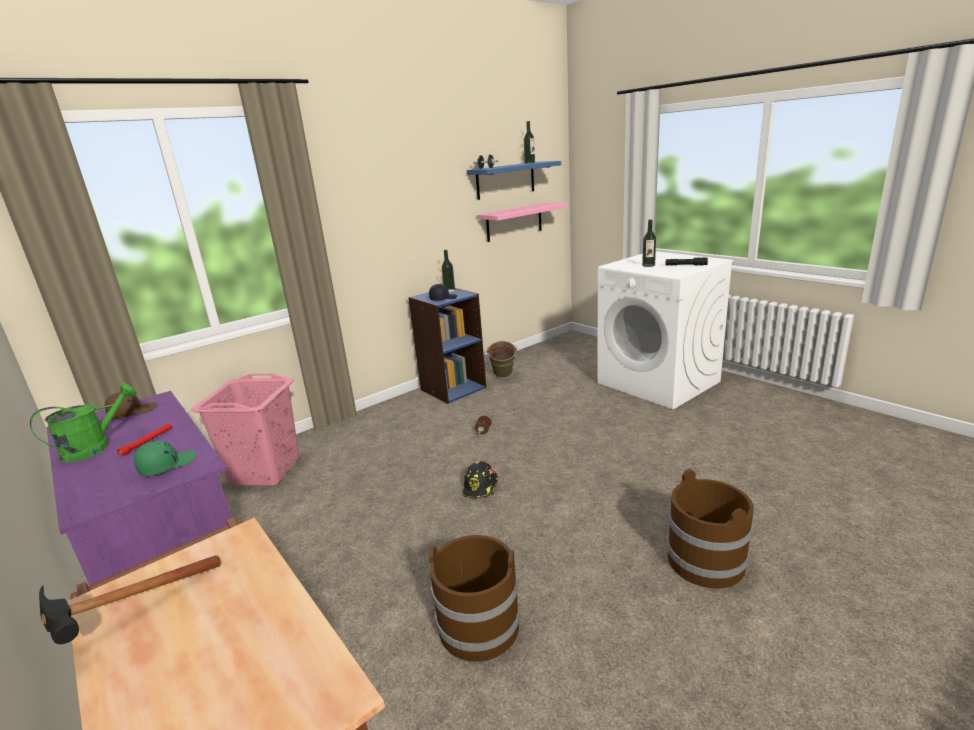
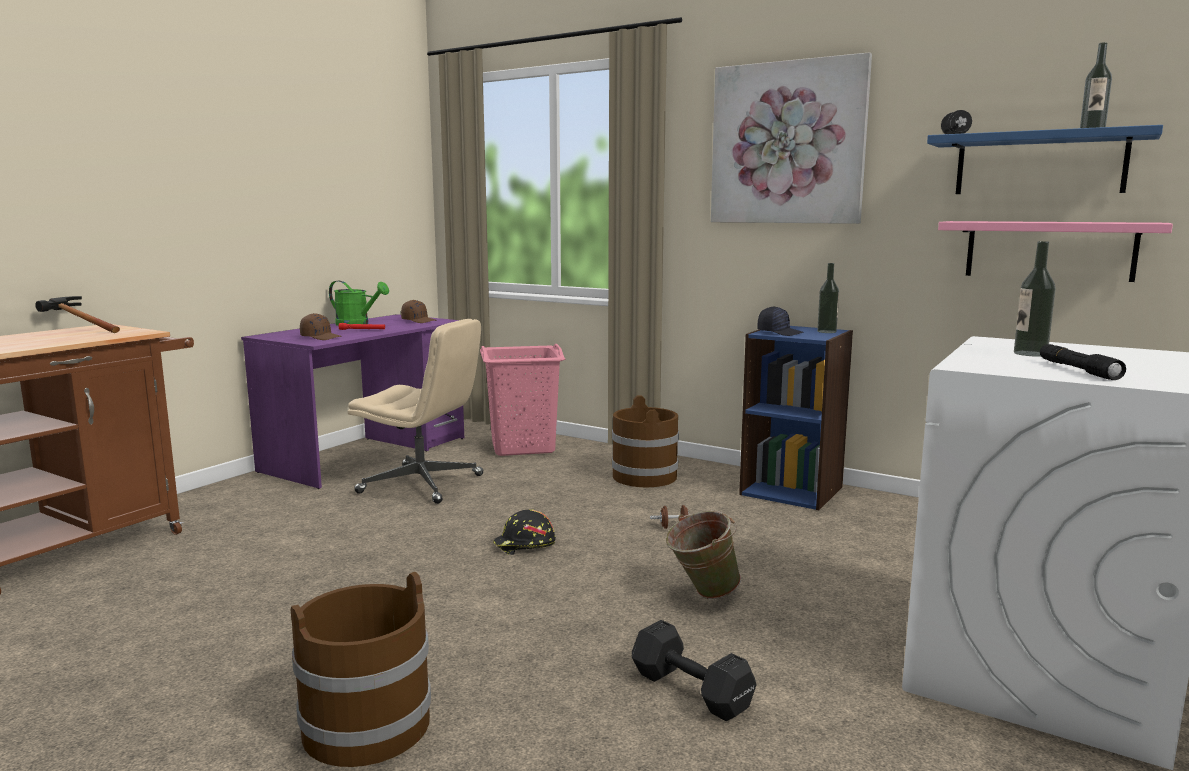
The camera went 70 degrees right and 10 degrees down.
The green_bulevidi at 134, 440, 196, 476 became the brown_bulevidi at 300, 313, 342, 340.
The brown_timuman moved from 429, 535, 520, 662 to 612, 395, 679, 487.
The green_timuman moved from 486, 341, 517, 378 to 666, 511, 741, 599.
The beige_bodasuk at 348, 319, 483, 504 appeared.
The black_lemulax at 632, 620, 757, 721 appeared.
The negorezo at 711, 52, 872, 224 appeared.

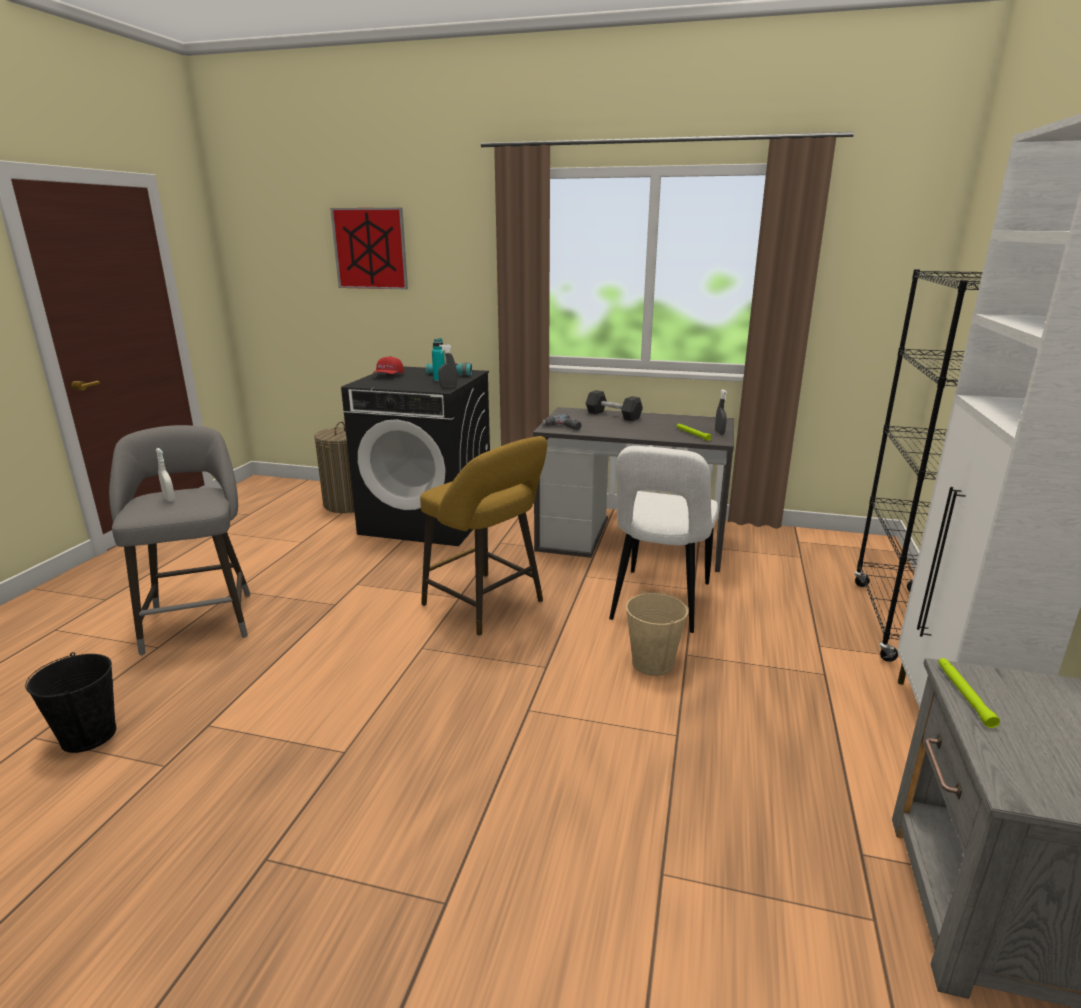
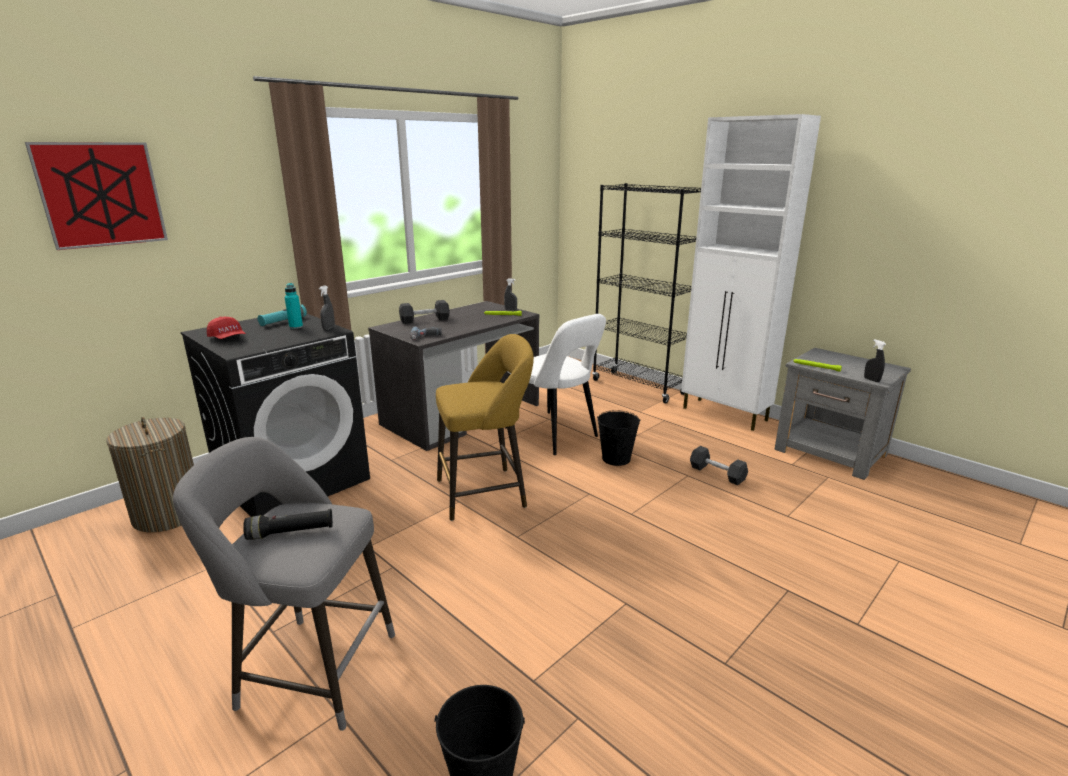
The camera went 60 degrees left and 0 degrees up.
The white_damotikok at 156, 448, 175, 502 was replaced by the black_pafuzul at 243, 509, 333, 540.
The beige_timuman at 626, 591, 689, 676 became the black_timuman at 597, 410, 640, 466.
The black_lemulax at 690, 446, 748, 485 appeared.
The black_damotikok at 864, 339, 886, 382 appeared.

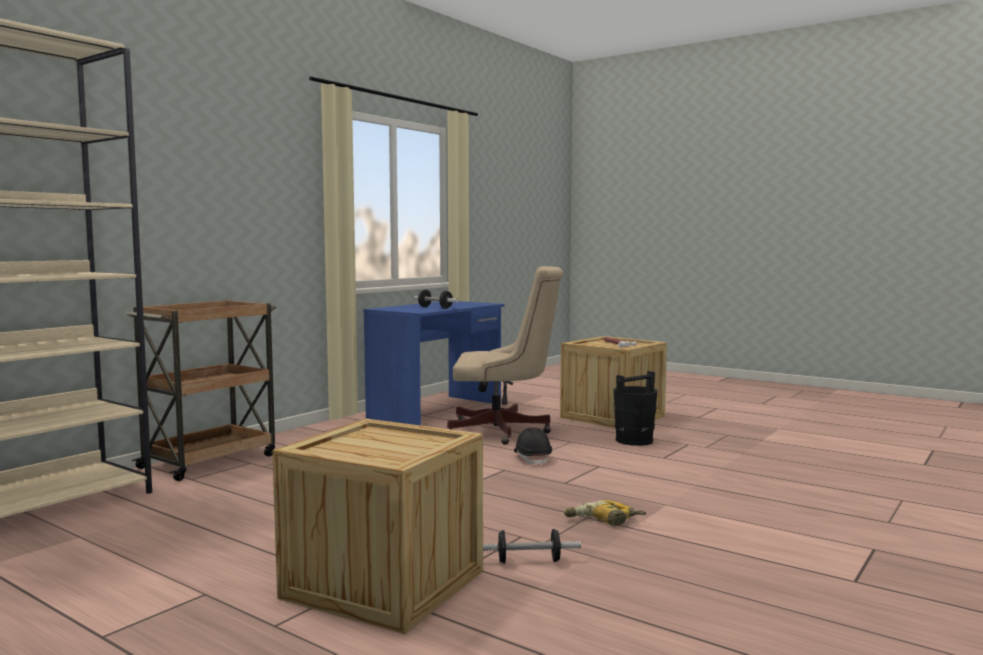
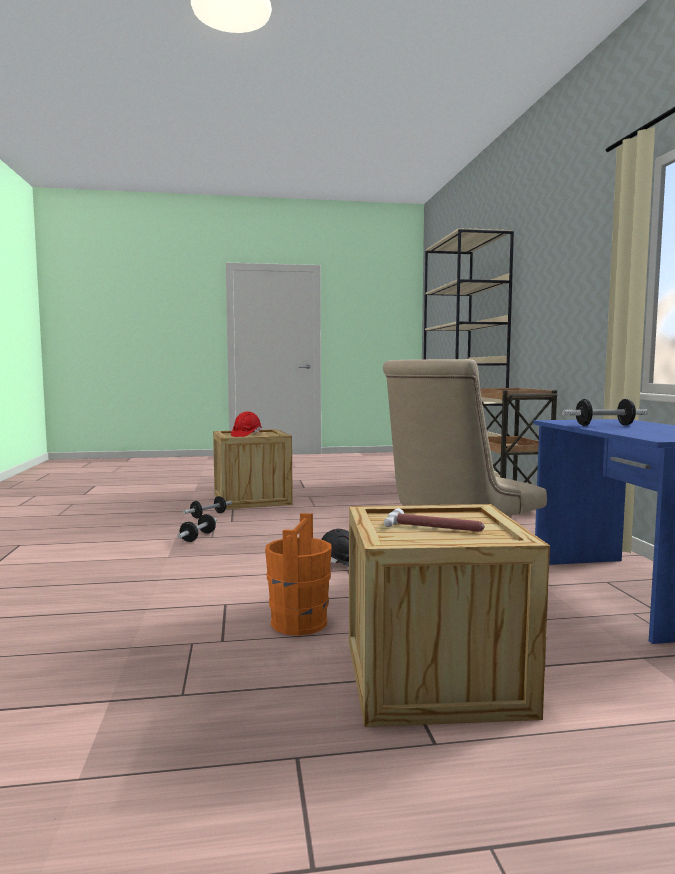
The camera went 135 degrees right and 0 degrees up.
The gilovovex at 564, 500, 646, 526 was replaced by the lemulax at 177, 514, 217, 542.
The black_timuman at 614, 371, 658, 446 became the orange_timuman at 265, 513, 332, 636.
The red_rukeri at 231, 412, 262, 437 appeared.

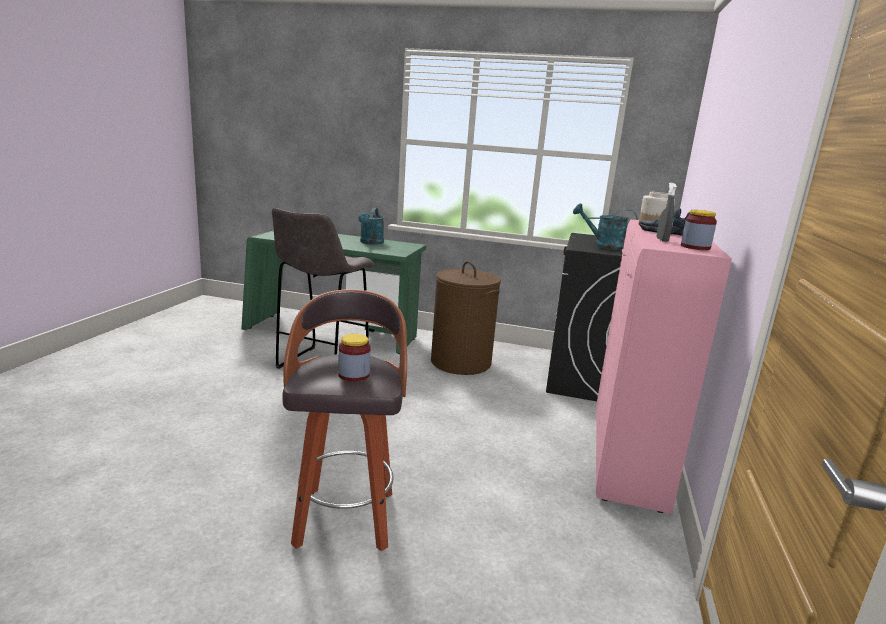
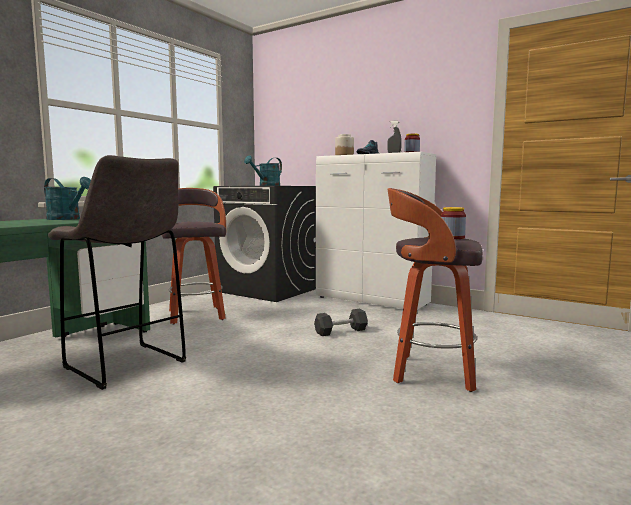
The camera went 70 degrees left and 10 degrees down.
The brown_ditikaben at 431, 261, 501, 375 was replaced by the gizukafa at 162, 188, 226, 325.
The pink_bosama at 596, 219, 732, 514 became the white_bosama at 316, 152, 436, 310.
The black_lemulax at 314, 309, 368, 336 appeared.

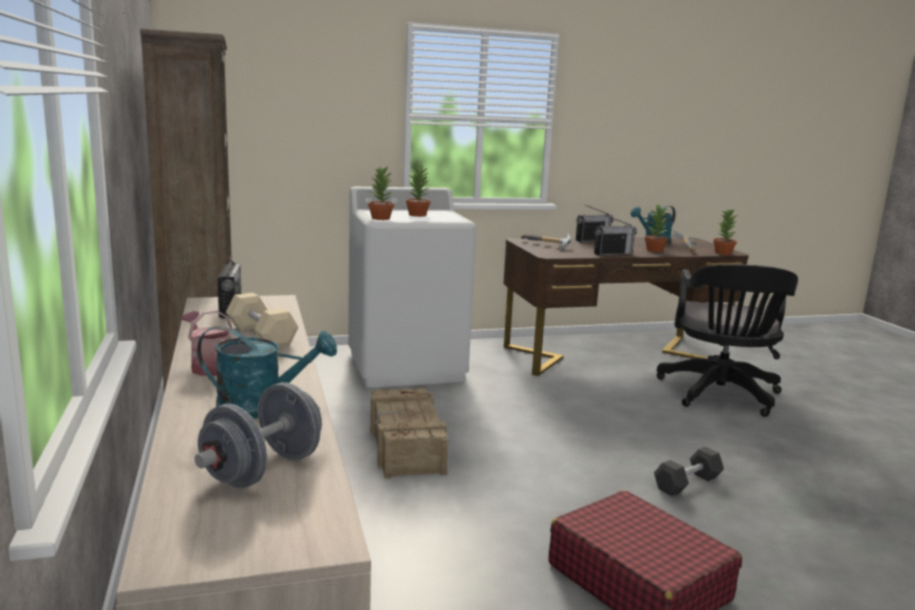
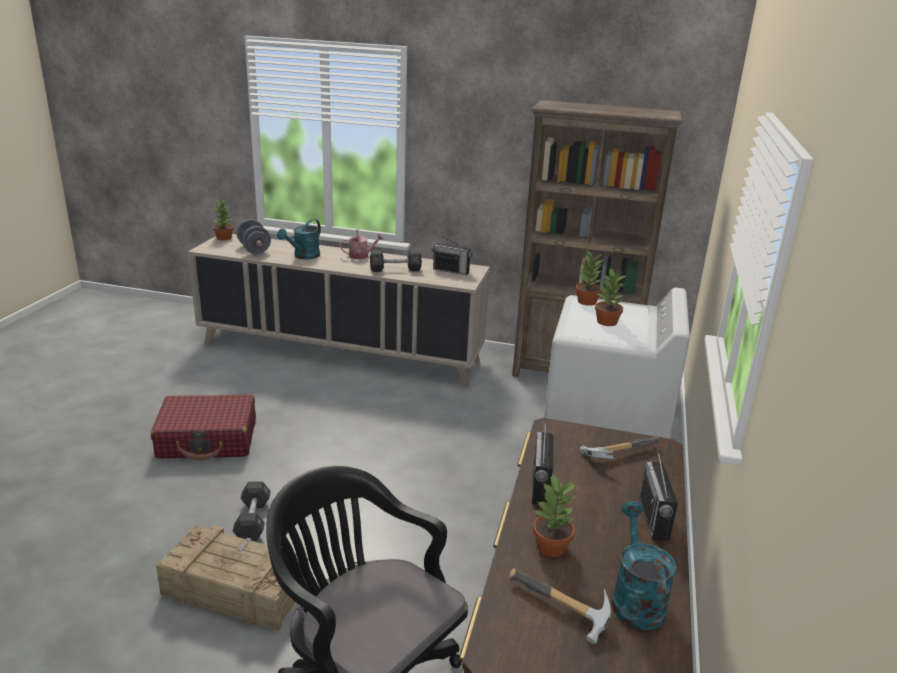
The camera went 120 degrees right and 10 degrees up.
The beige_lemulax at 226, 293, 299, 347 became the black_lemulax at 370, 250, 422, 272.
The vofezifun moved from 370, 388, 448, 479 to 156, 525, 308, 632.
The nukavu moved from 713, 209, 738, 255 to 213, 199, 234, 240.

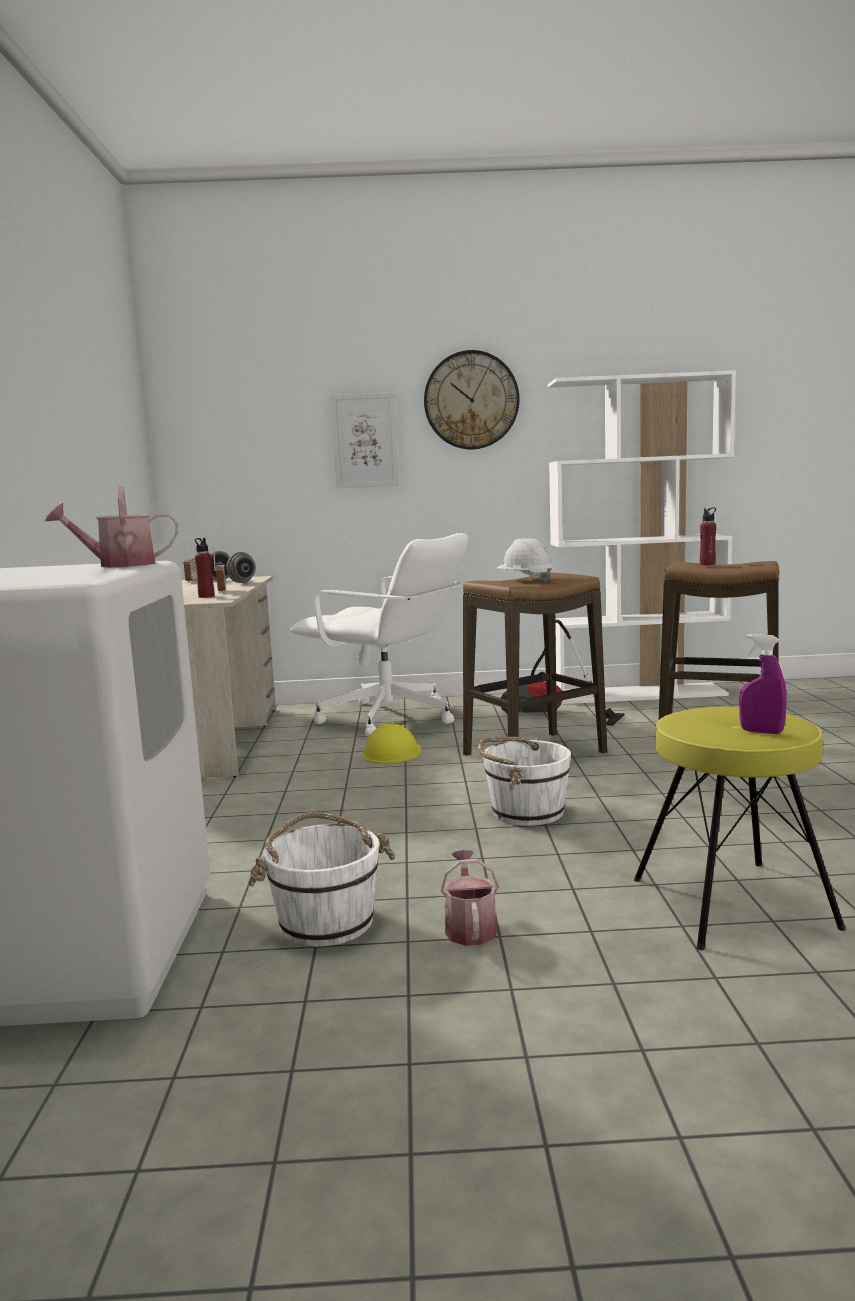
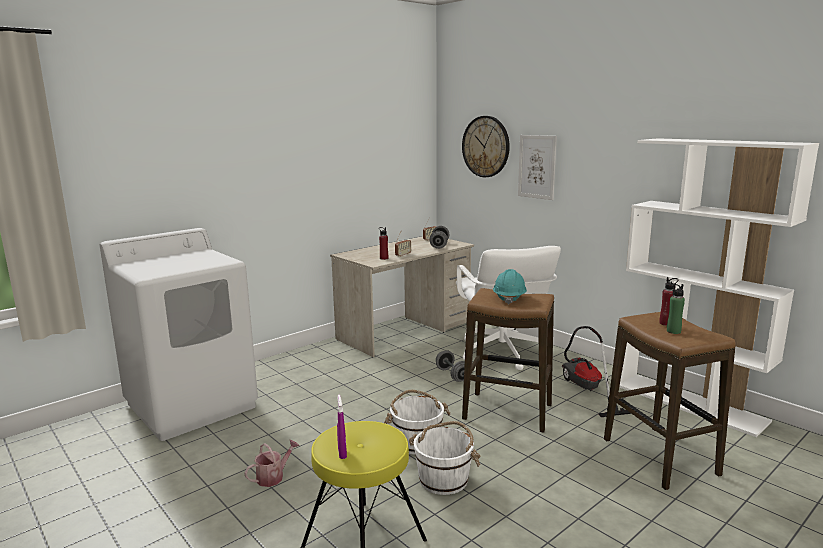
The camera went 50 degrees right and 5 degrees up.
The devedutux at 45, 486, 179, 567 disappeared.
The white_timuman moved from 248, 812, 395, 947 to 409, 421, 481, 495.
The yellow_rukeri at 362, 723, 421, 764 was replaced by the grey_lemulax at 436, 350, 465, 382.
The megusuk moved from 424, 350, 519, 449 to 462, 116, 510, 177.
The white_rukeri at 496, 538, 554, 582 became the turquoise_rukeri at 493, 269, 527, 304.
The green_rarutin at 667, 284, 685, 334 appeared.

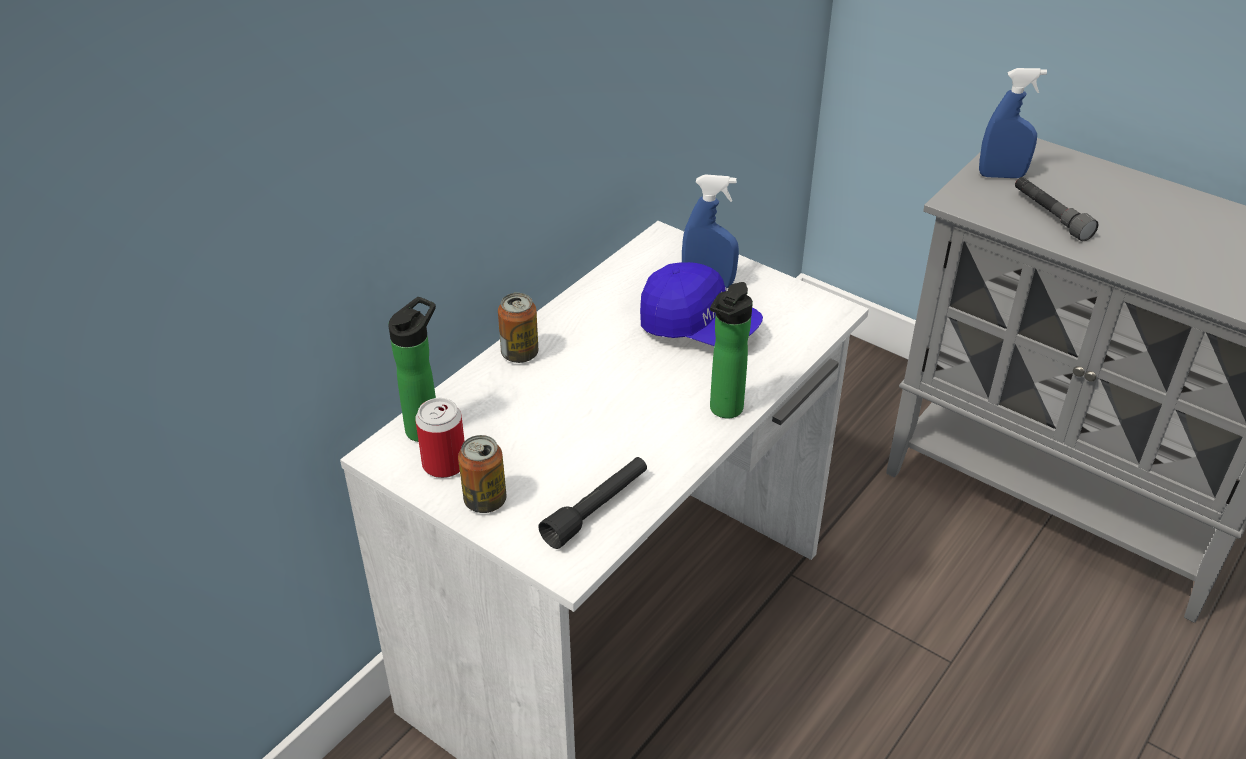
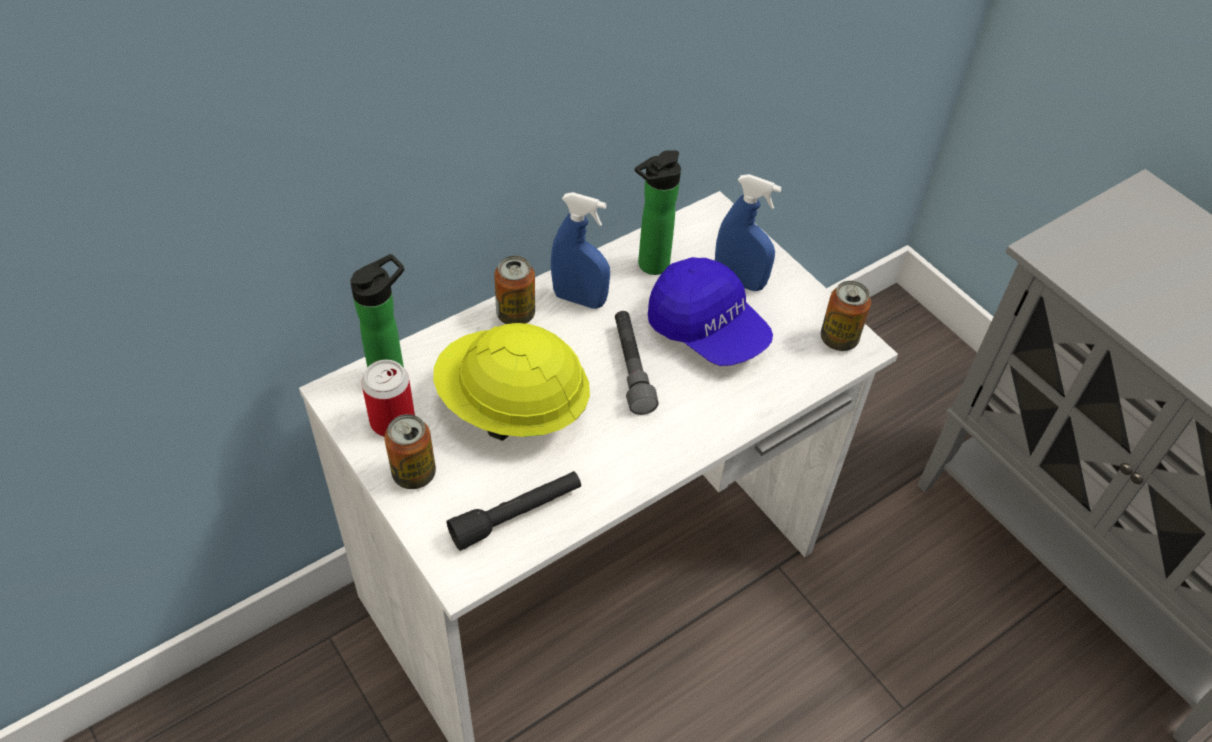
The camera went 15 degrees right and 10 degrees up.
The rarutin moved from 710, 282, 753, 418 to 635, 150, 681, 275.
The blue_damotikok moved from 979, 68, 1047, 178 to 551, 192, 610, 309.
The grey_pafuzul moved from 1015, 177, 1098, 241 to 615, 311, 658, 415.
The yellow_rukeri at 433, 323, 590, 441 appeared.
The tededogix at 821, 281, 871, 351 appeared.

